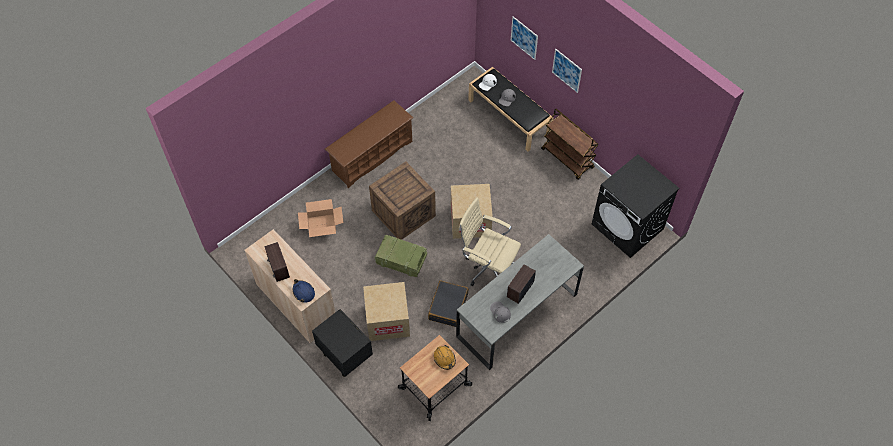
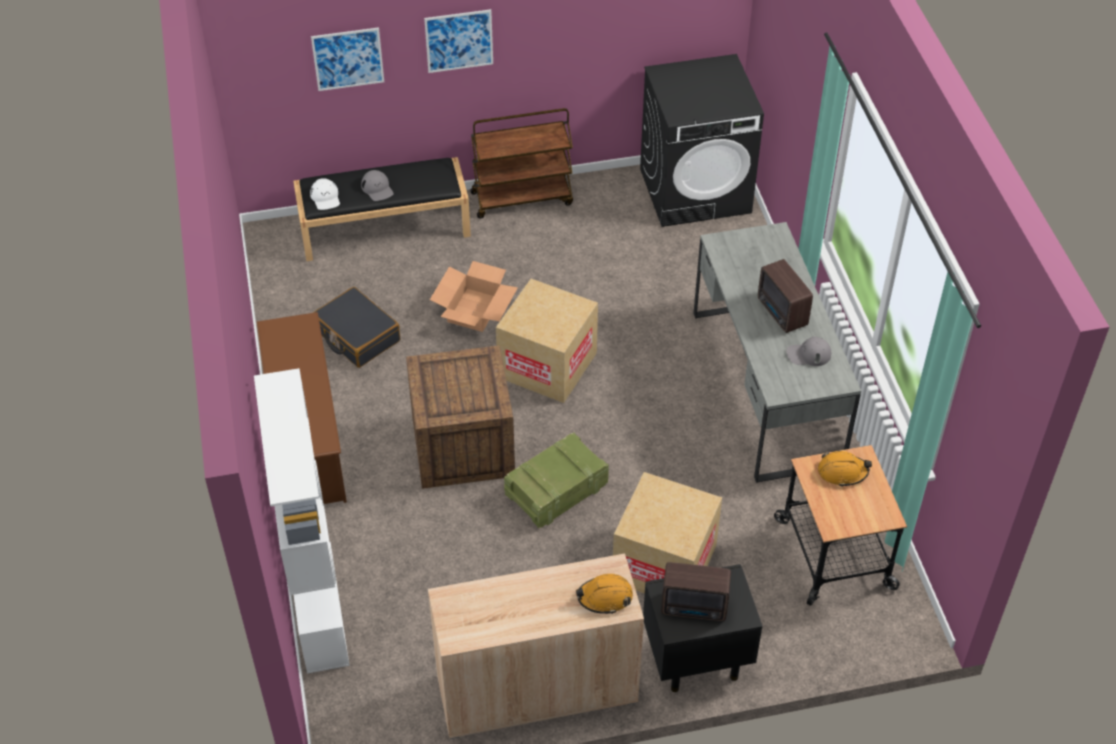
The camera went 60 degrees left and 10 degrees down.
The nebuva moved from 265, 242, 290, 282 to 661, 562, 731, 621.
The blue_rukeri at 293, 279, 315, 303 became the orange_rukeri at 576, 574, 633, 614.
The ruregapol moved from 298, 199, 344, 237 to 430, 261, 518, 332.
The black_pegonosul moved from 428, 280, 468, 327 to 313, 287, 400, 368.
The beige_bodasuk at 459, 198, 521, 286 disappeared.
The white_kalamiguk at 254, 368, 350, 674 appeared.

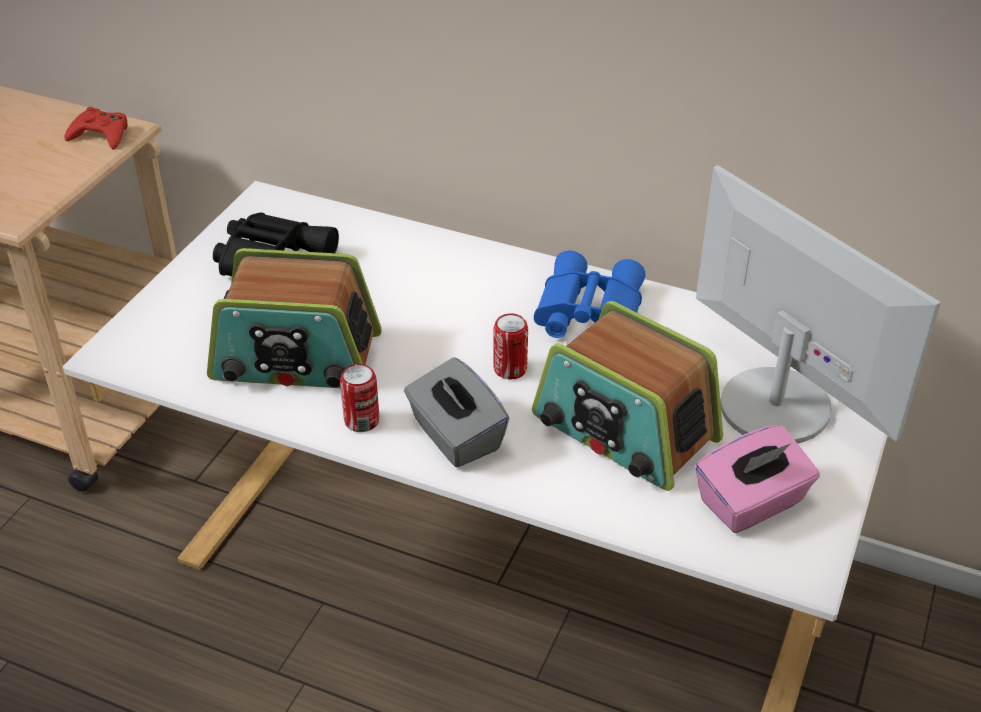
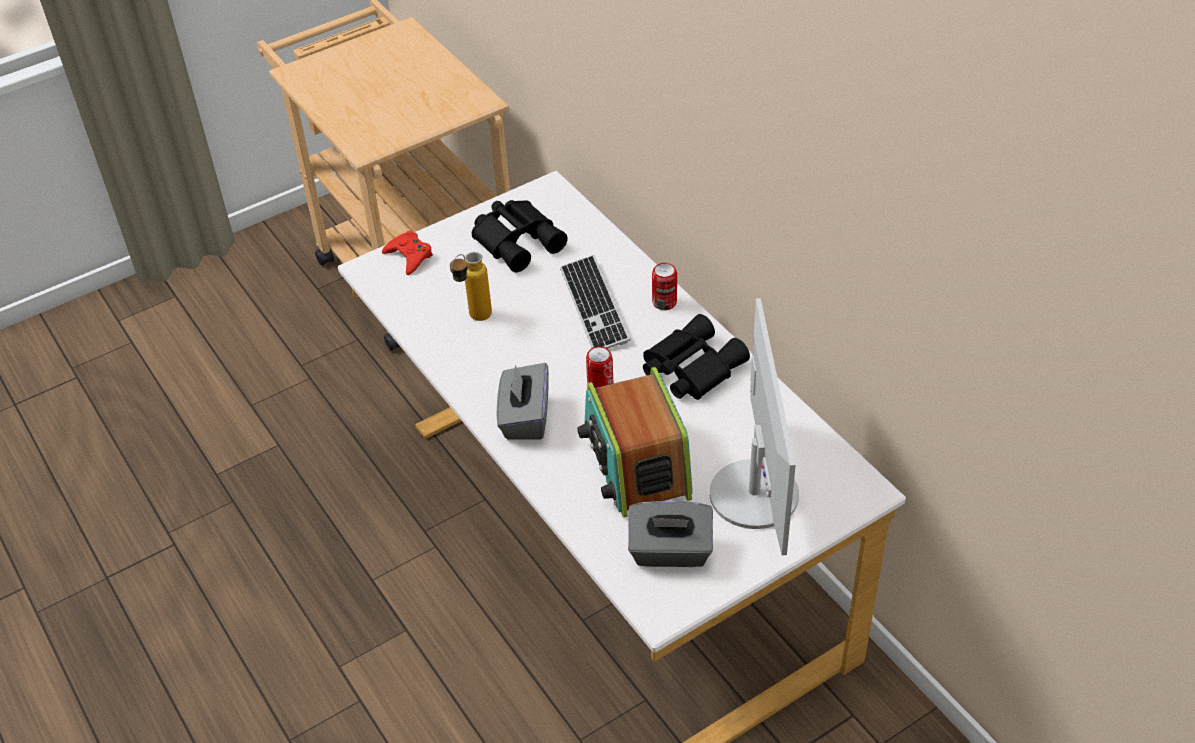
The camera went 35 degrees right and 5 degrees up.
The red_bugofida moved from 64, 107, 128, 149 to 382, 231, 433, 275.
The nebuva at 207, 248, 382, 388 was replaced by the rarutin at 450, 252, 492, 321.
The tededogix moved from 340, 364, 379, 432 to 652, 263, 677, 310.
The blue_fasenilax at 534, 251, 646, 338 became the black_fasenilax at 643, 314, 750, 400.
The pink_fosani at 695, 425, 820, 533 became the grey_fosani at 628, 501, 713, 567.
The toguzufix at 560, 255, 630, 349 appeared.

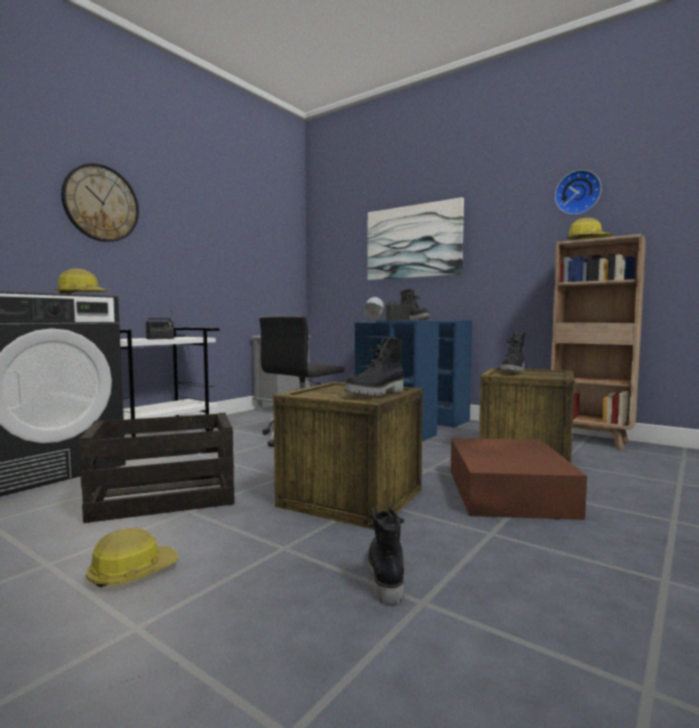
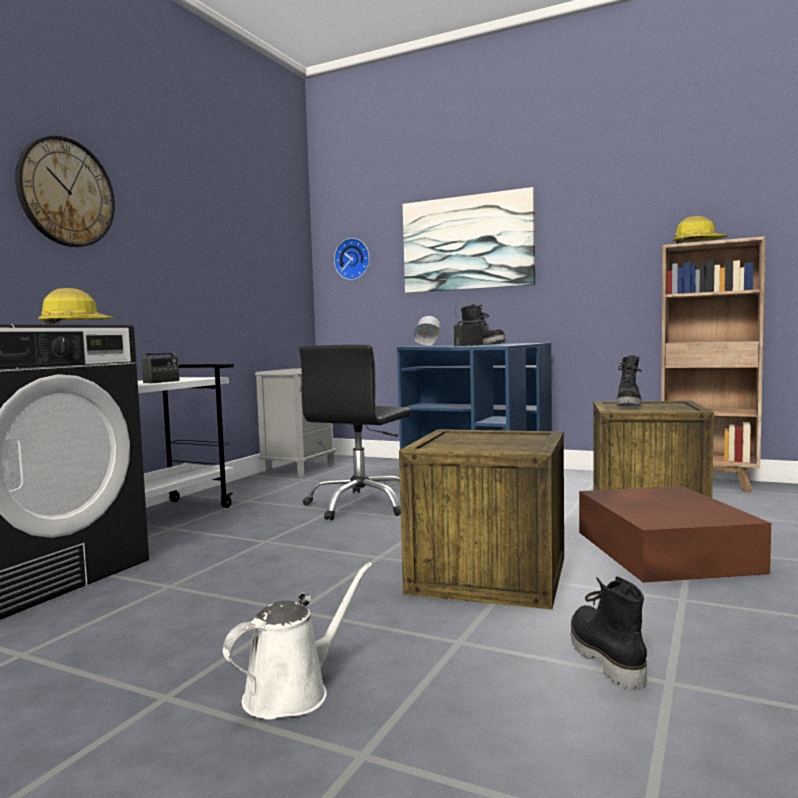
The camera went 10 degrees left and 0 degrees up.
The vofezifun at 79, 413, 235, 523 disappeared.
The rukeri at 86, 528, 179, 588 was replaced by the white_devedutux at 223, 562, 372, 720.
The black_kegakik at 344, 336, 404, 395 disappeared.
The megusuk moved from 555, 170, 602, 215 to 334, 238, 370, 280.

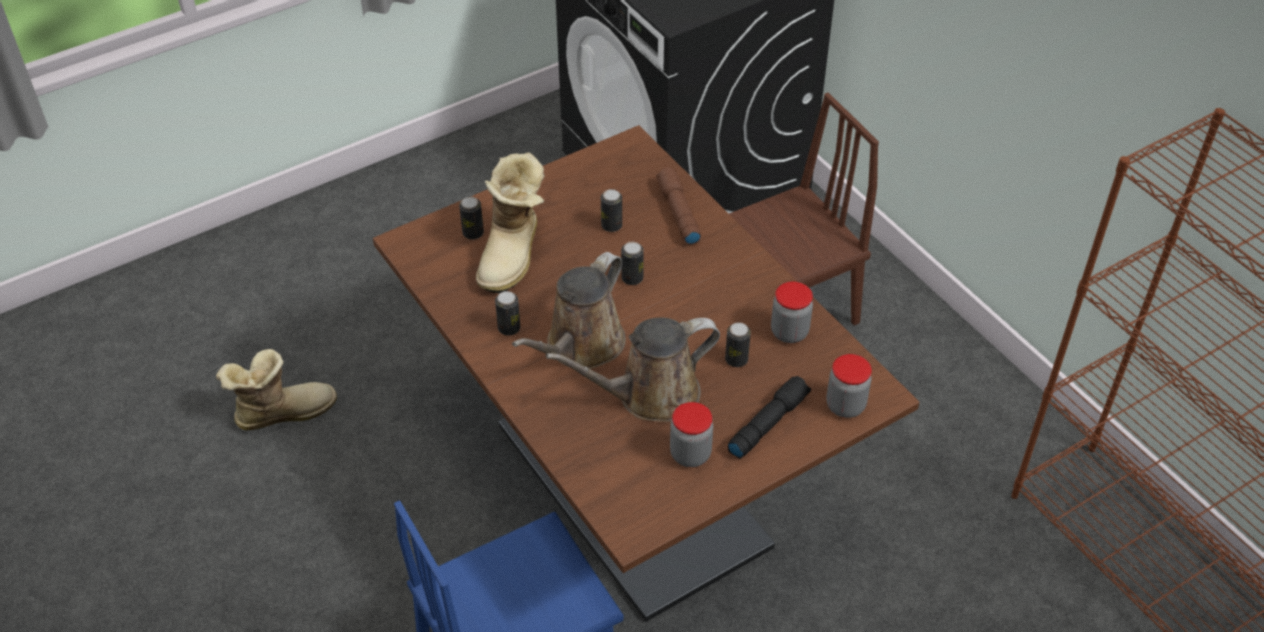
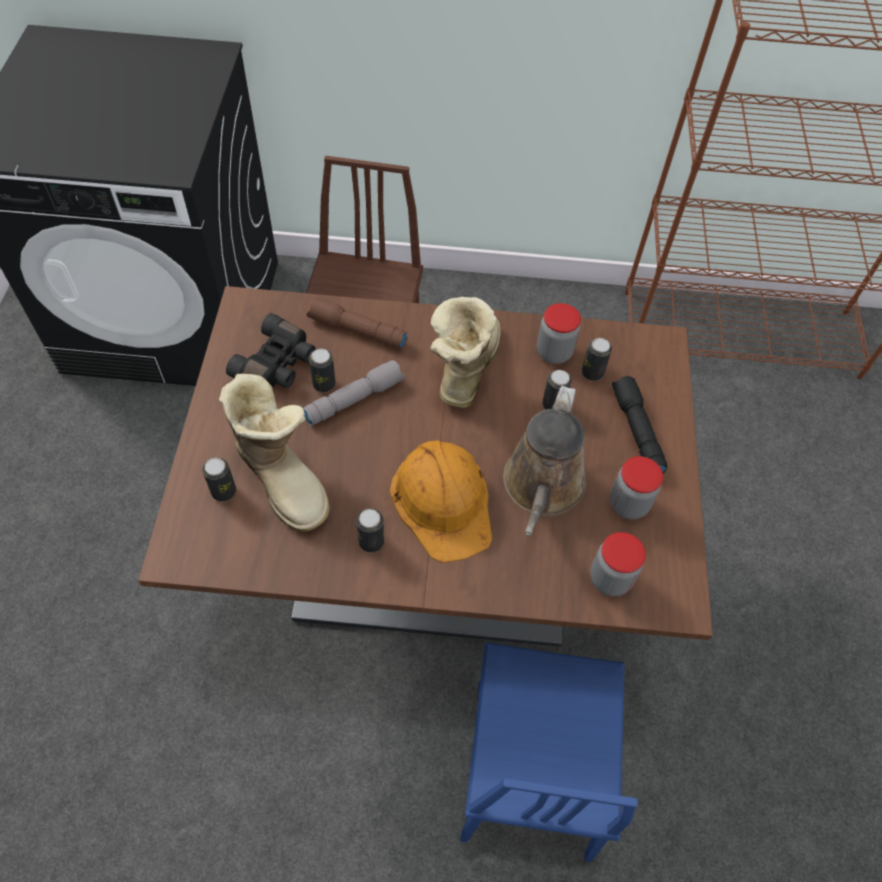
The camera went 55 degrees left and 10 degrees up.
The kegakik moved from 216, 349, 337, 430 to 430, 297, 501, 408.
The brown_devedutux at 512, 252, 626, 369 was replaced by the orange_rukeri at 390, 440, 492, 563.
The tededogix moved from 621, 241, 644, 285 to 582, 338, 612, 381.
The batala moved from 827, 354, 872, 418 to 590, 532, 646, 596.
The black_fasenilax at 226, 313, 315, 388 appeared.
The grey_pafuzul at 303, 360, 406, 426 appeared.

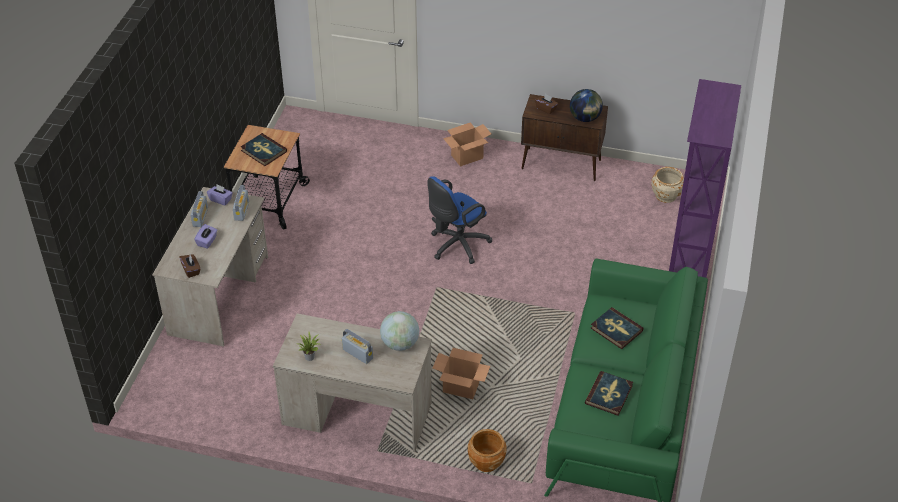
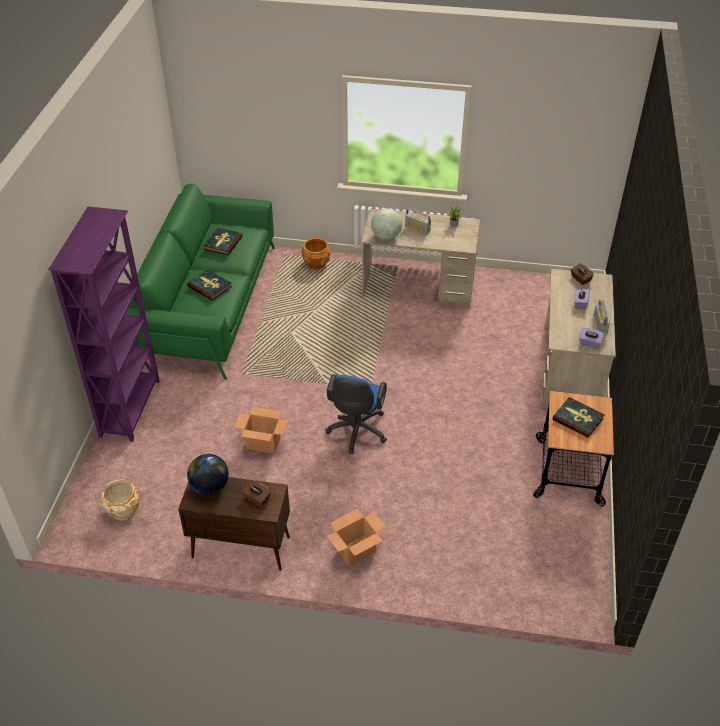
The camera went 175 degrees right and 0 degrees up.
The nebuva at 233, 185, 249, 221 disappeared.
The blue_bodasuk at 427, 176, 492, 264 turned 150 degrees clockwise.
The ruregapol moved from 433, 348, 490, 399 to 234, 407, 289, 454.

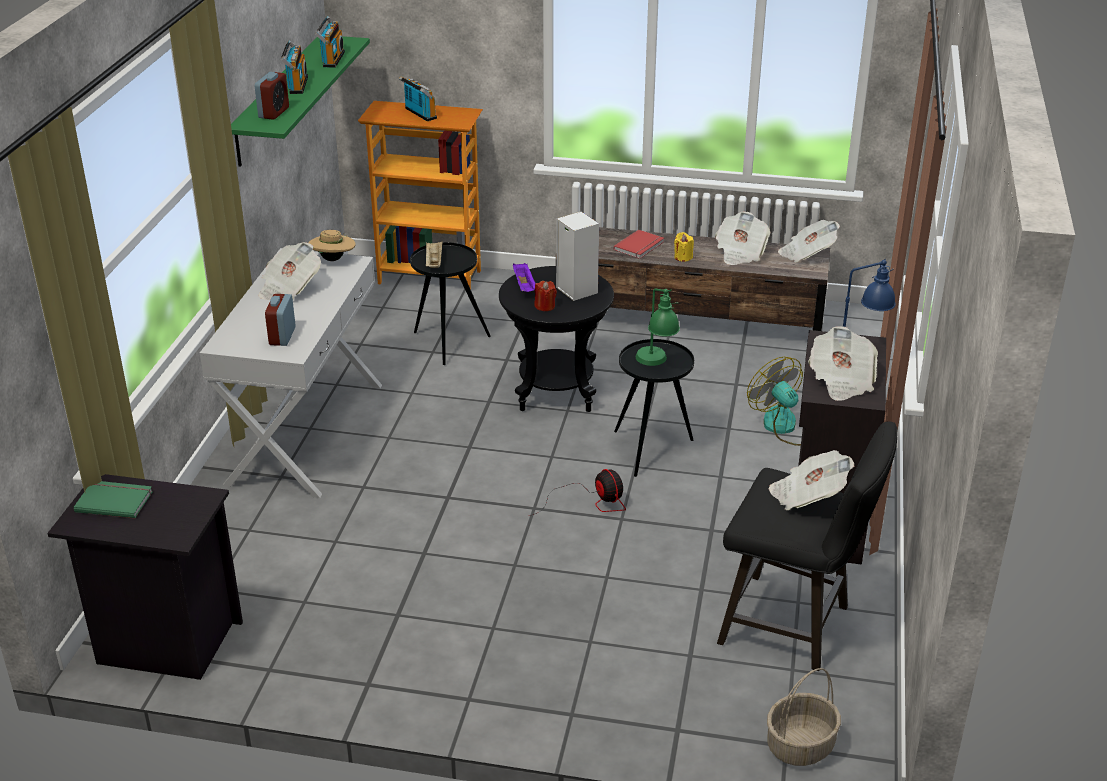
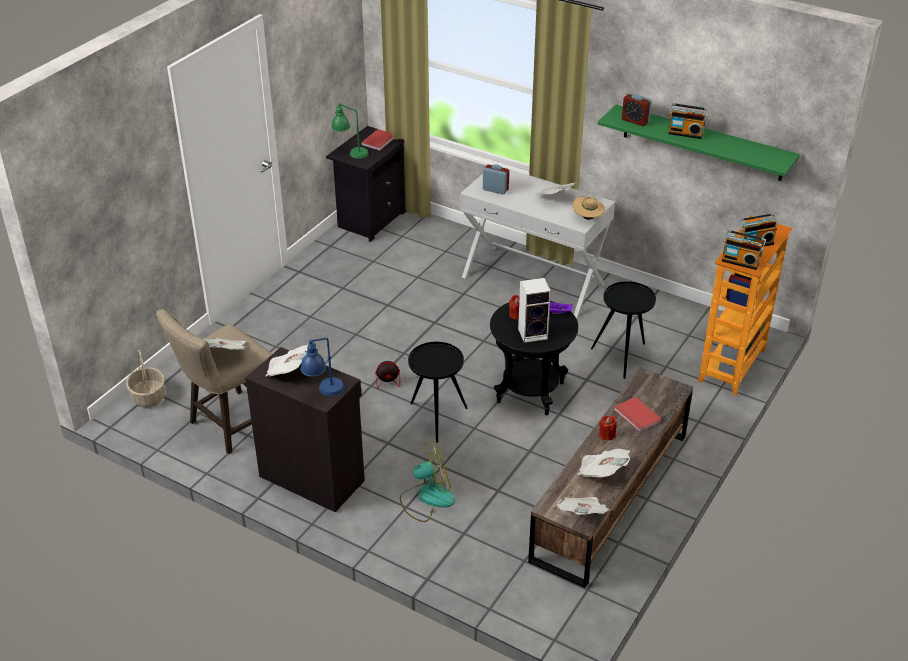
The camera went 110 degrees right and 5 degrees up.
The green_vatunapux at 74, 481, 153, 519 became the red_vatunapux at 361, 129, 394, 150.
The nebuva moved from 315, 16, 345, 68 to 721, 230, 766, 270.
The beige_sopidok at 426, 242, 443, 268 disappeared.
The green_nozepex moved from 636, 288, 680, 366 to 331, 103, 369, 159.
The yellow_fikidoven at 674, 232, 694, 262 became the red_fikidoven at 599, 415, 617, 441.
The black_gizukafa at 717, 421, 897, 671 became the beige_gizukafa at 156, 309, 272, 454.

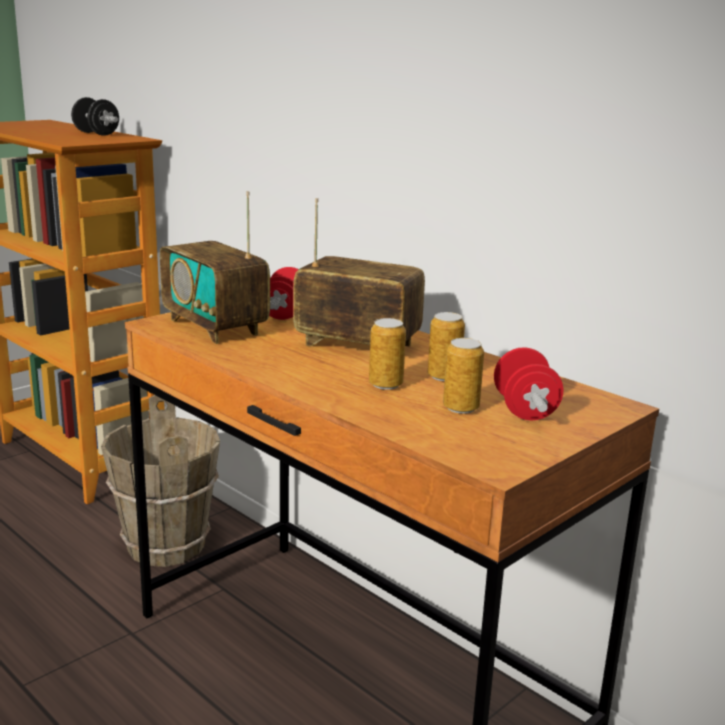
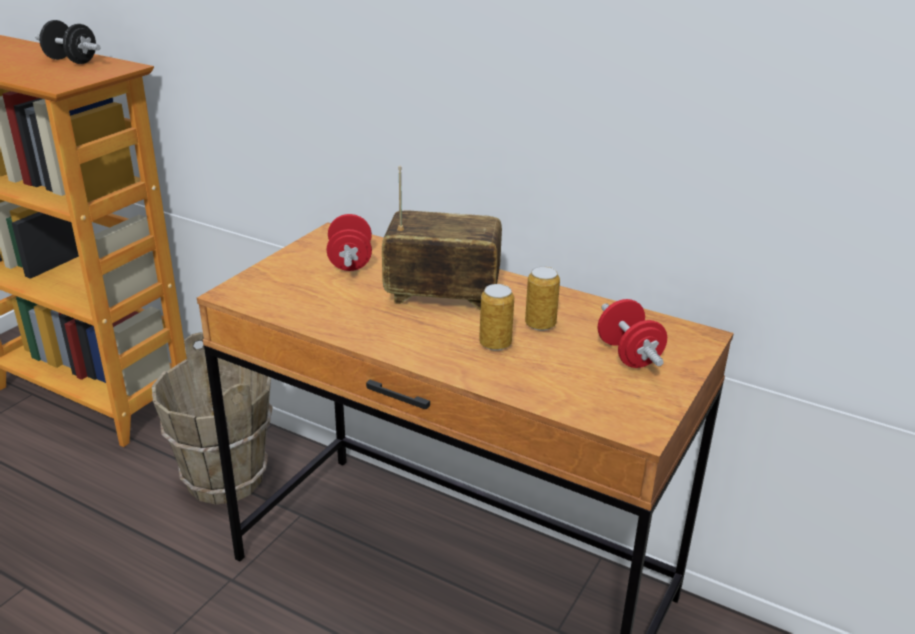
The camera went 15 degrees left and 10 degrees up.
The nebuva at 160, 191, 270, 344 disappeared.
The tededogix at 443, 338, 484, 414 disappeared.

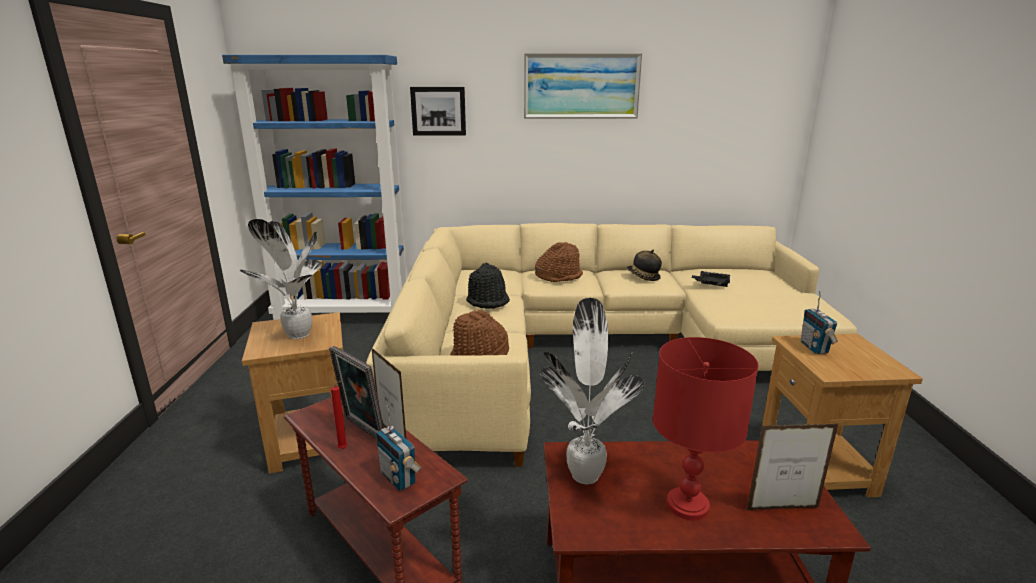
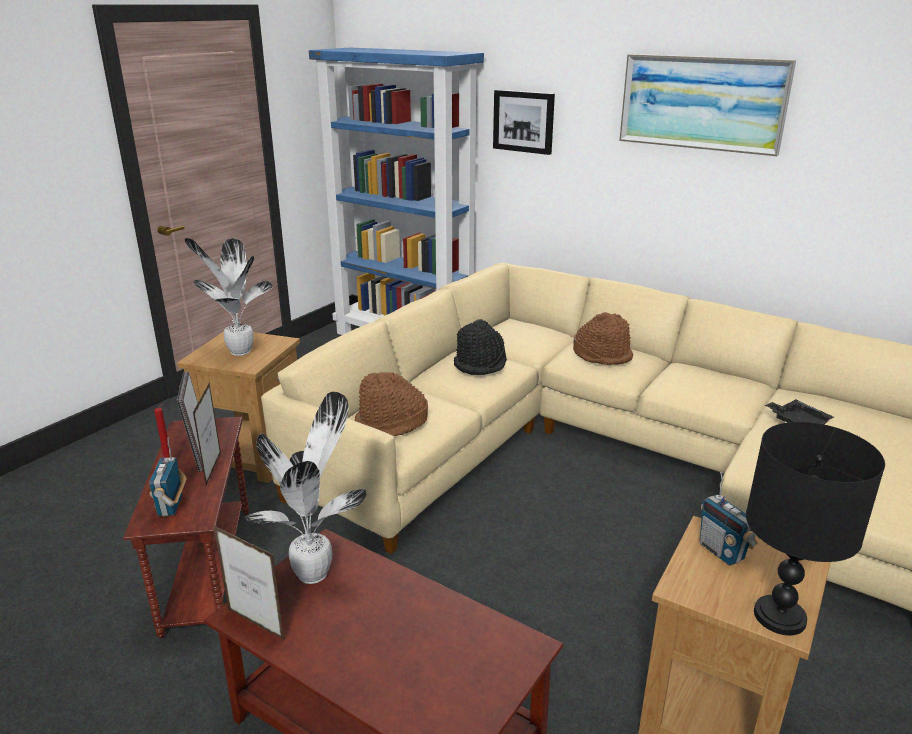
The camera went 35 degrees right and 5 degrees up.
The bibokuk at 627, 249, 662, 281 disappeared.
The red_nozepex at 653, 337, 758, 520 disappeared.
The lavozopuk moved from 747, 424, 838, 510 to 213, 525, 285, 640.
The nebuva at 801, 291, 838, 354 turned 60 degrees counterclockwise.
The black_nozepex at 746, 422, 885, 635 appeared.

